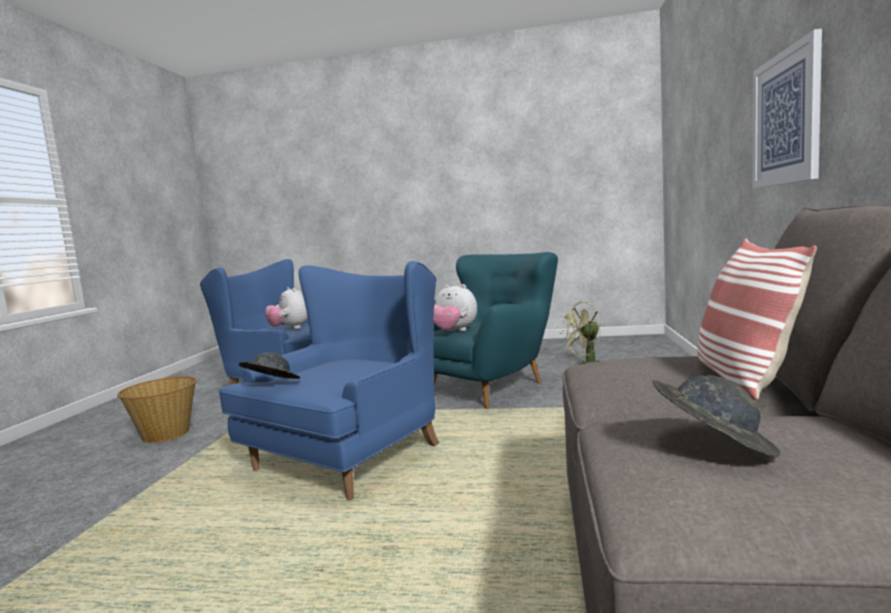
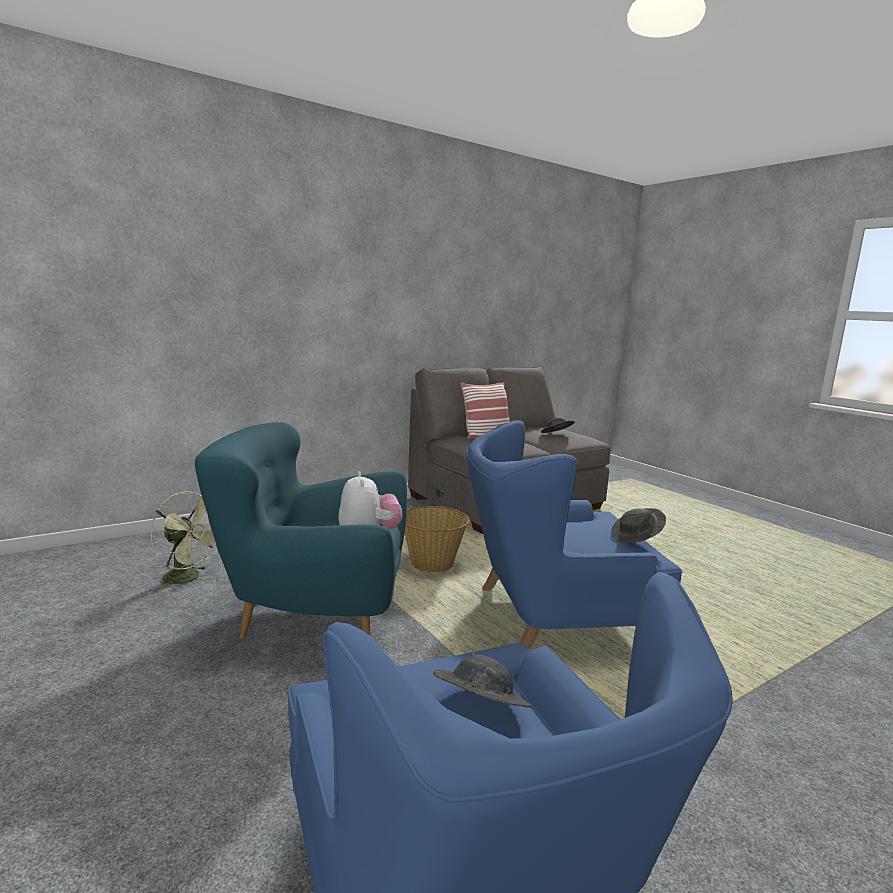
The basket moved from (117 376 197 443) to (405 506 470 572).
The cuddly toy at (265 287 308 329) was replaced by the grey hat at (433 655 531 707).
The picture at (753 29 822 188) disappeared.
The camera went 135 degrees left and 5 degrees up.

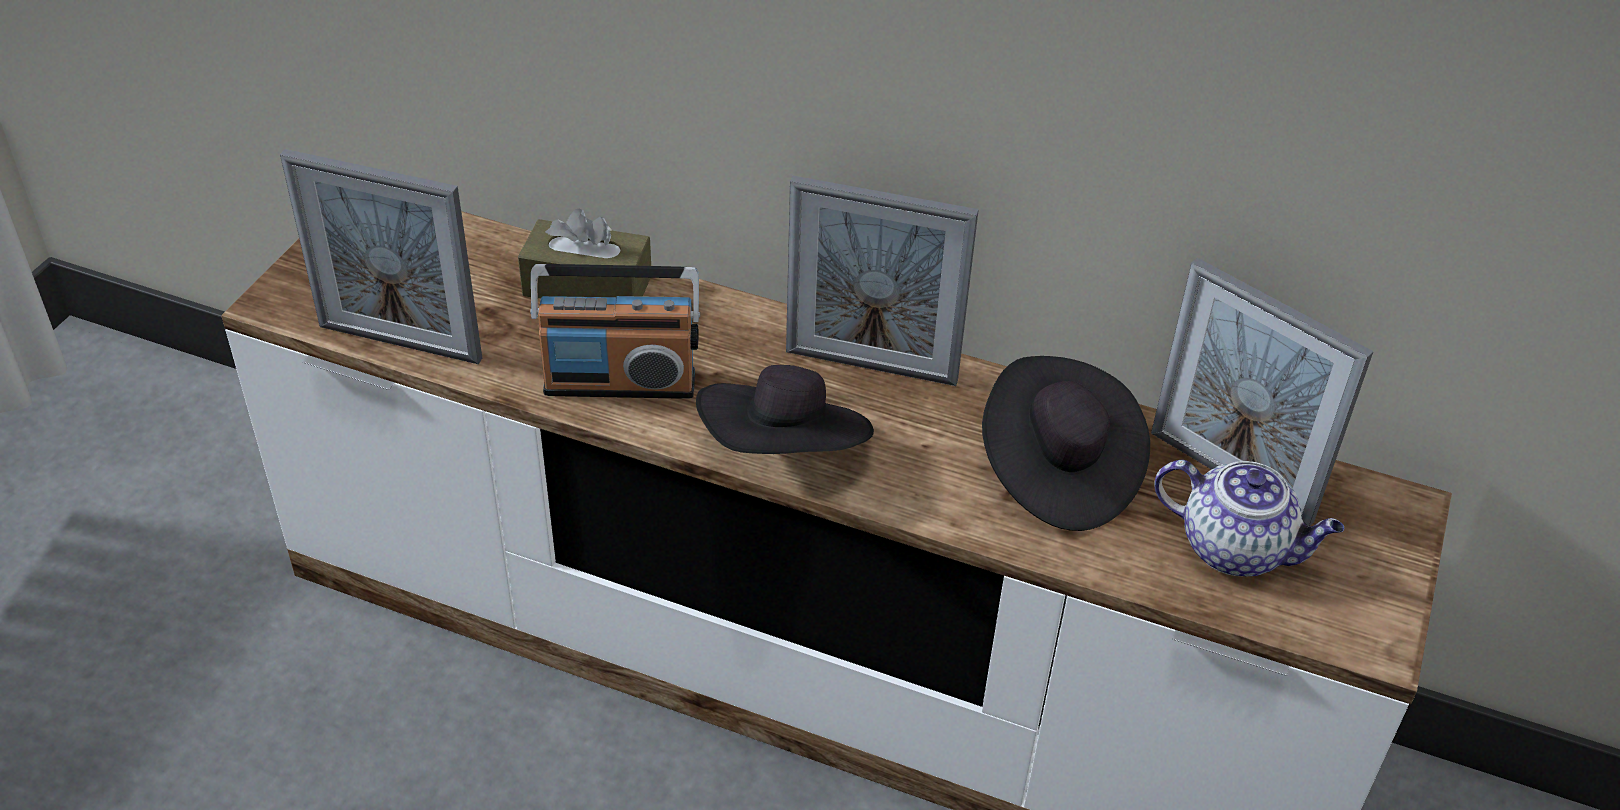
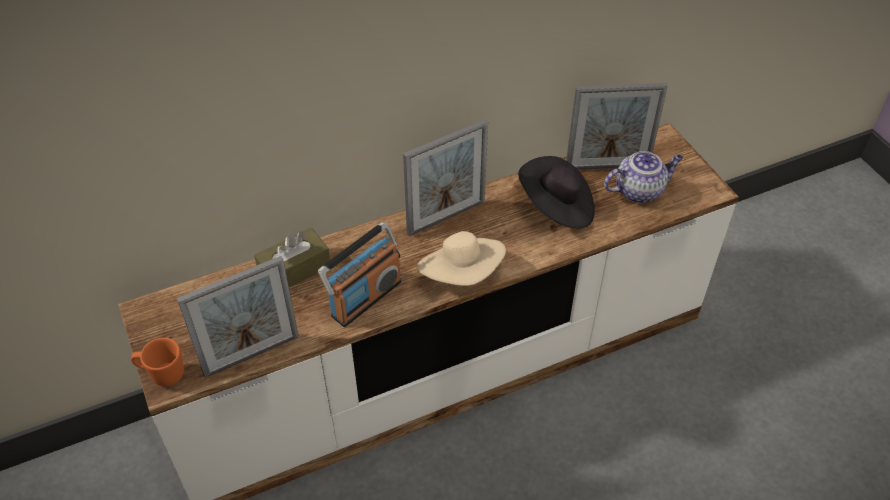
The black hat at (696 365 874 454) became the beige-coloured hat at (417 231 506 286).
The orange tea mug at (131 338 184 386) appeared.
The camera went 45 degrees left and 5 degrees up.

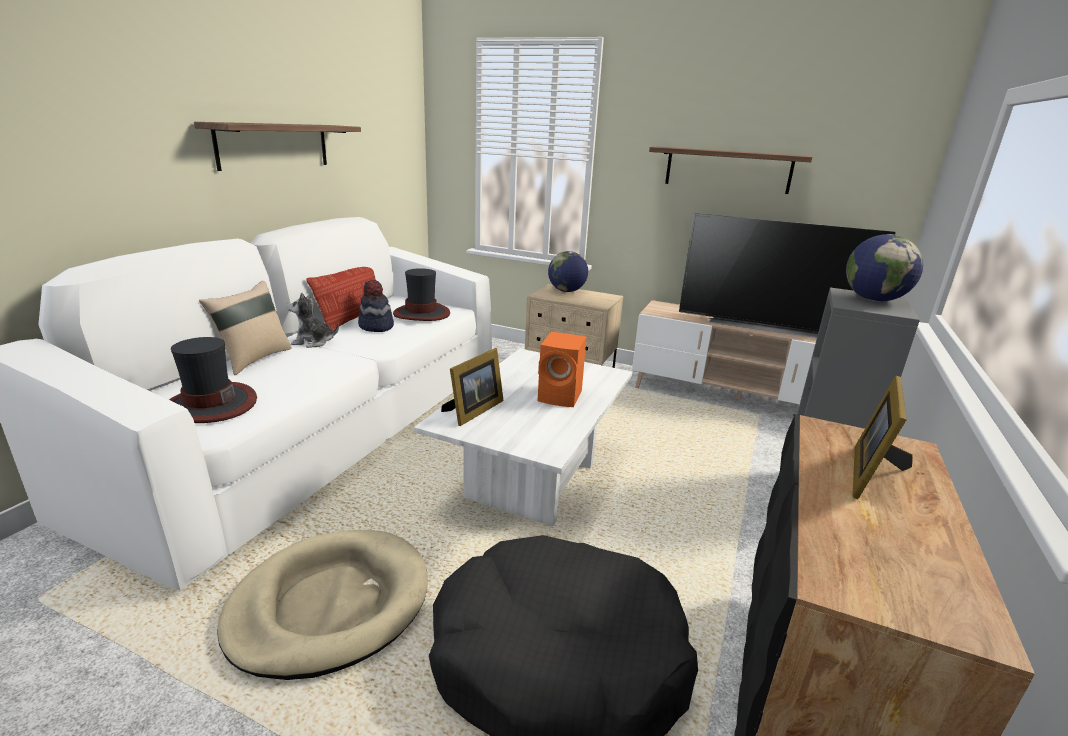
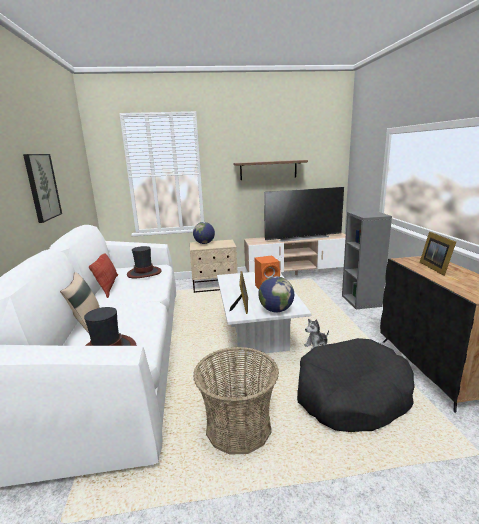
The shelf at (194 122 361 171) was replaced by the picture at (23 154 62 223).
The beige-coloured pet bed at (218 530 428 680) was replaced by the basket at (193 347 279 455).
The cuddly toy moved from (287 292 339 348) to (304 319 329 350).
The hat at (358 280 394 332) disappeared.
The globe moved from (846 234 923 301) to (258 276 294 312).
The camera went 30 degrees left and 5 degrees down.

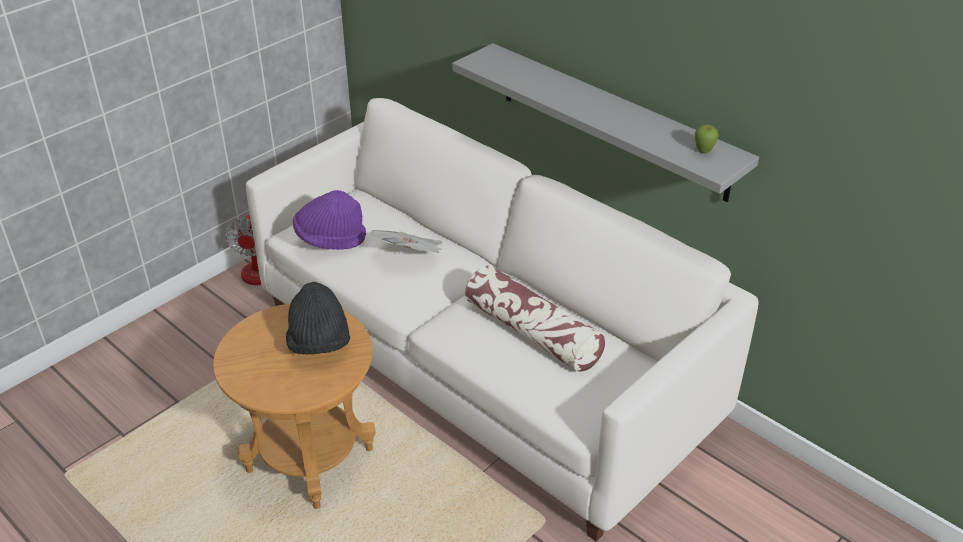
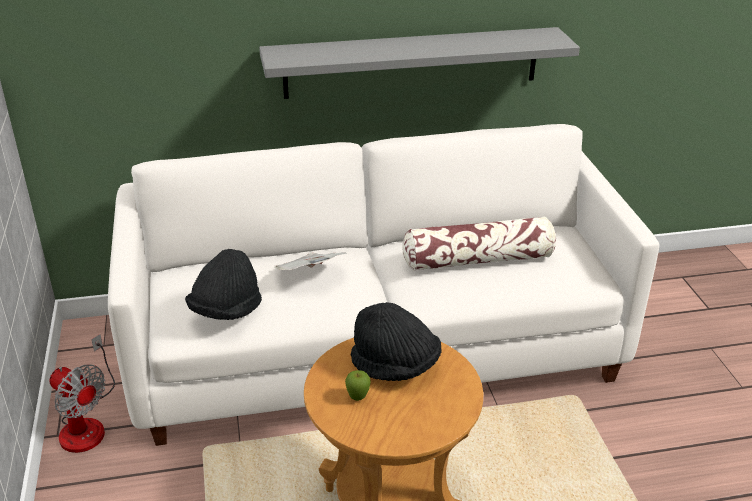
The purple-coloured hat at (293 190 366 250) became the black hat at (185 249 262 320).
The whole apple moved from (695 125 719 154) to (345 370 371 401).
The camera went 55 degrees left and 5 degrees down.

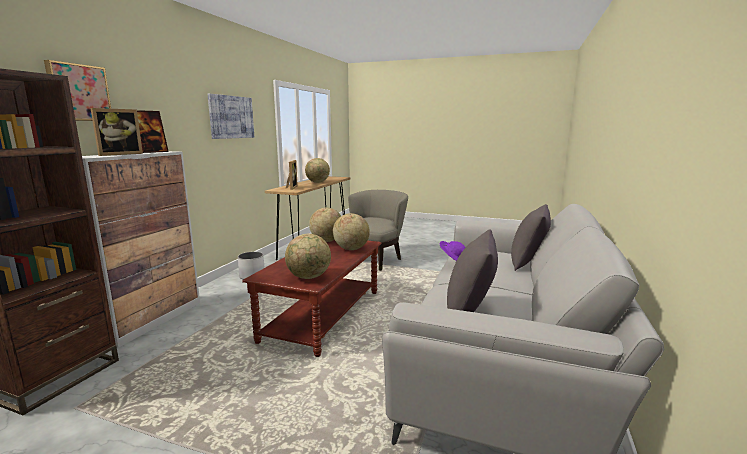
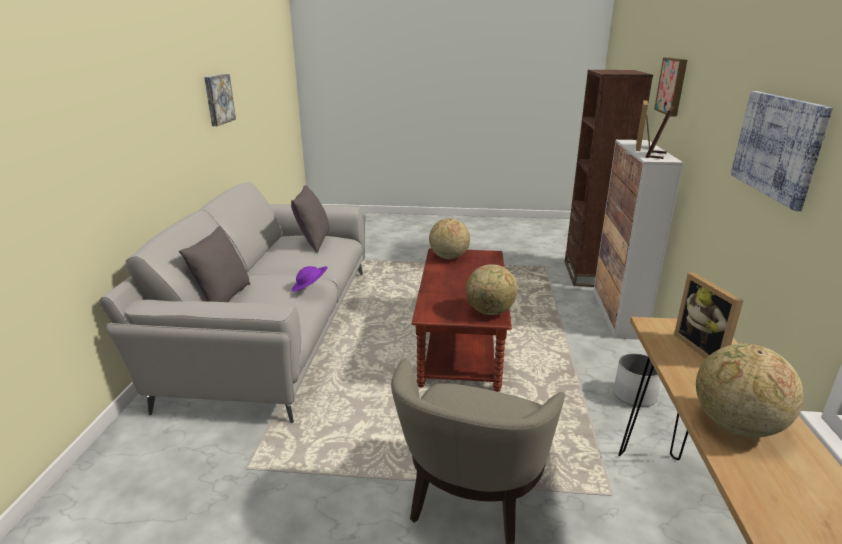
The globe at (333 213 370 250) disappeared.
The picture at (204 74 236 126) appeared.
The camera went 165 degrees right and 10 degrees up.

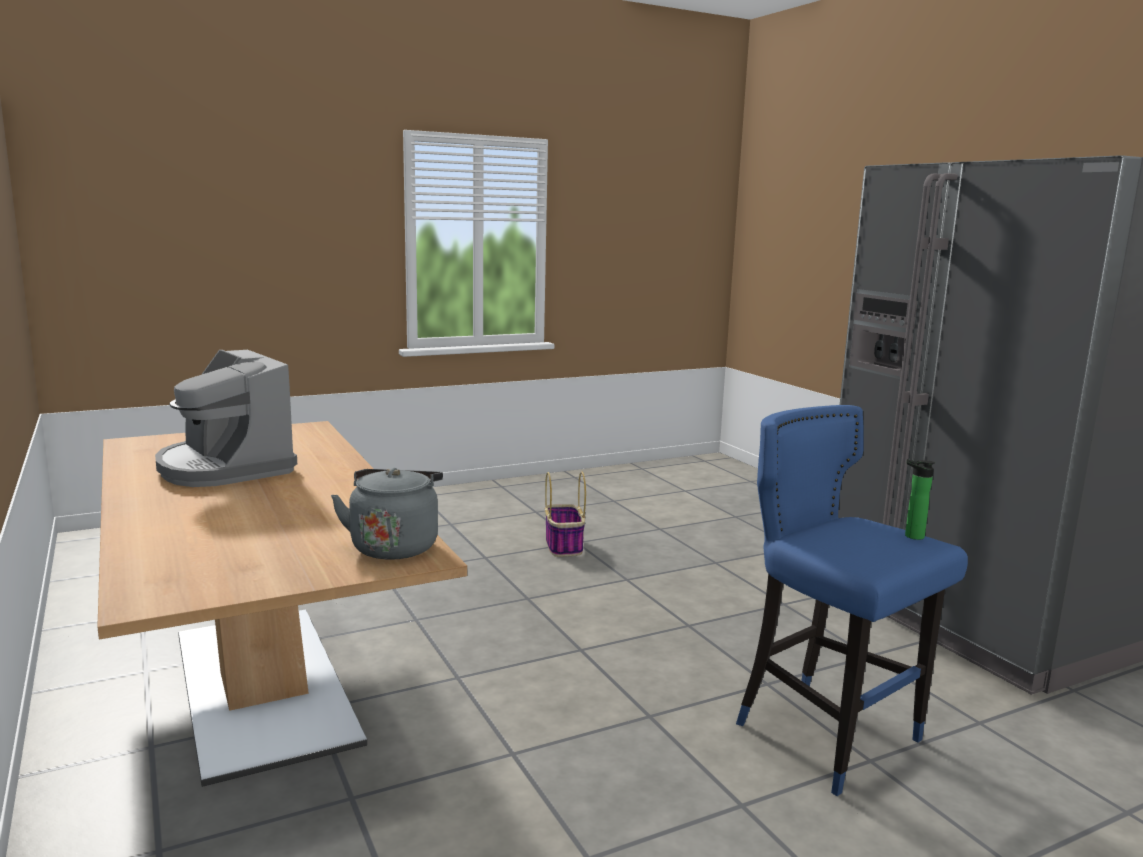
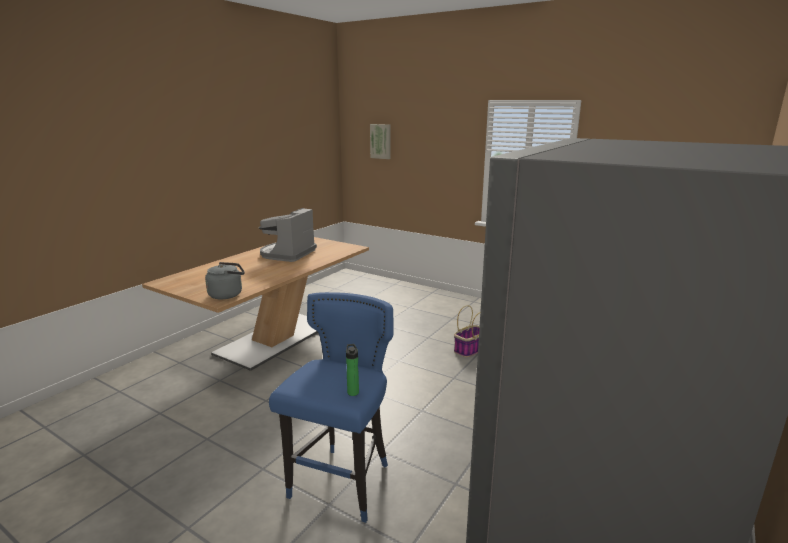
The picture at (370 124 391 159) appeared.
The camera went 60 degrees right and 5 degrees up.

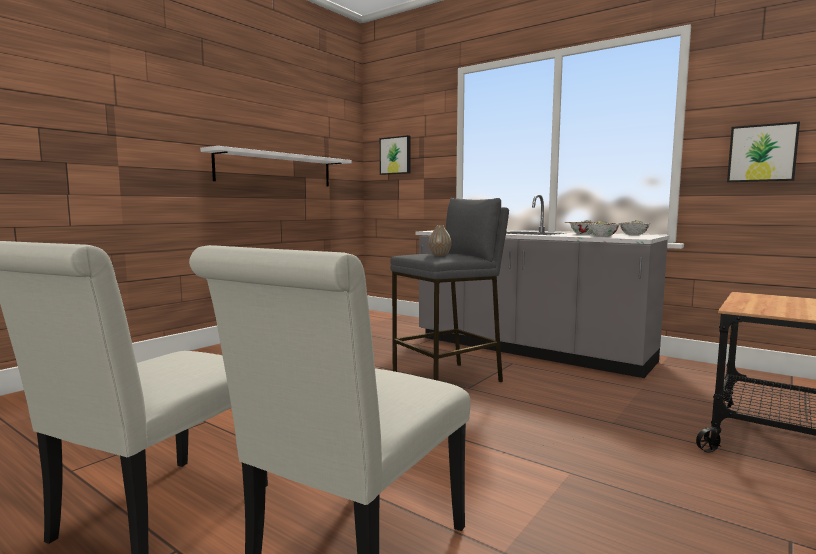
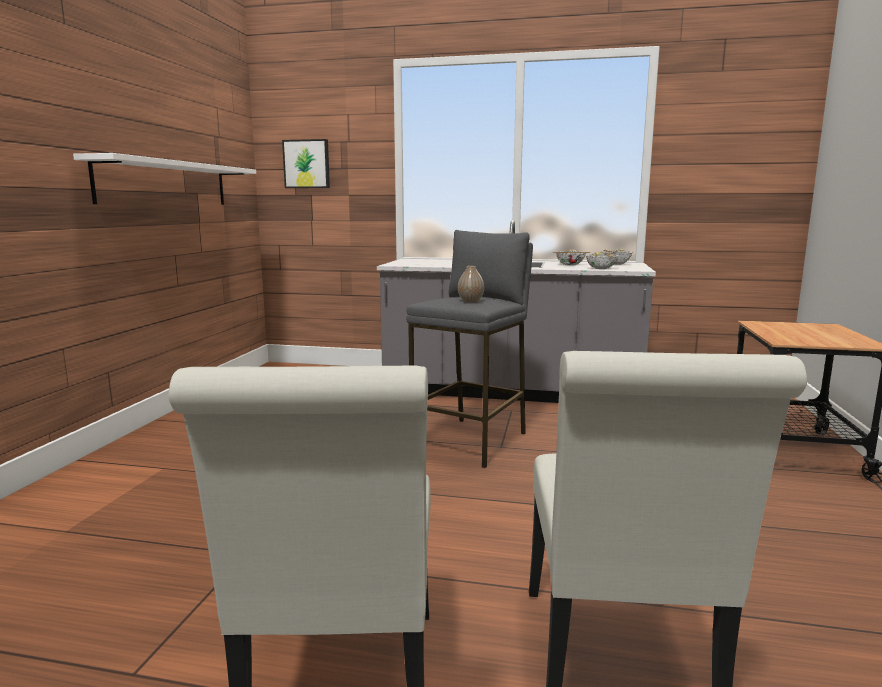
The picture at (727 122 800 182) disappeared.
The camera went 25 degrees left and 5 degrees up.

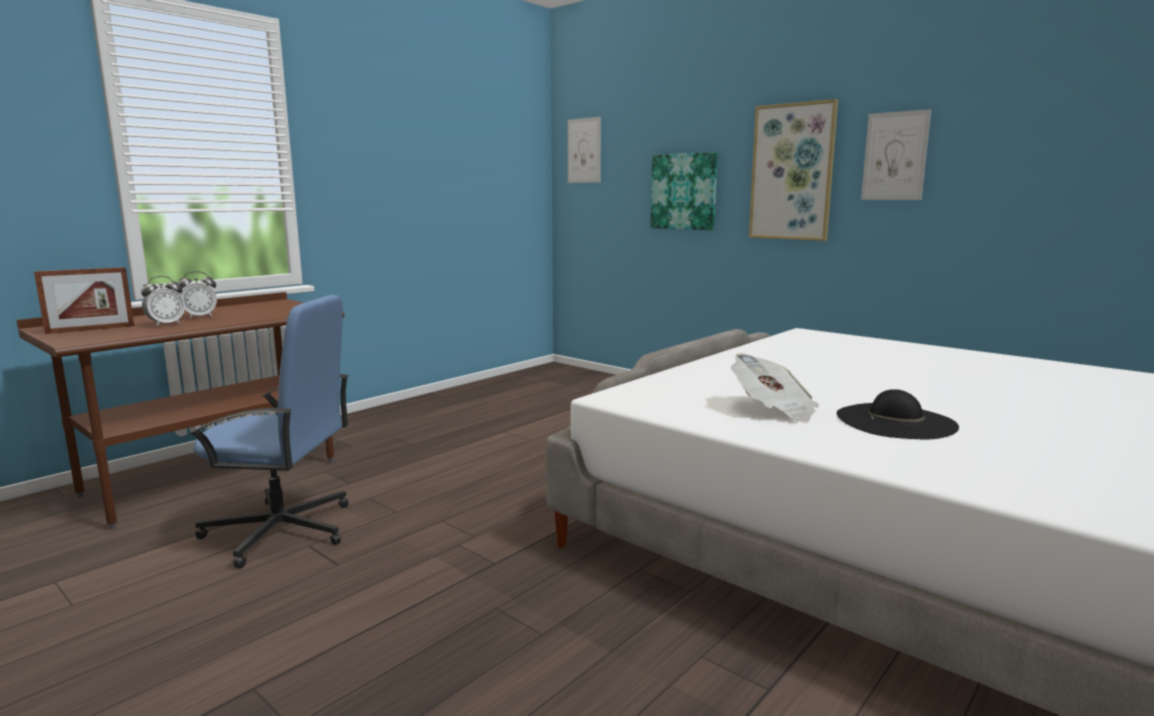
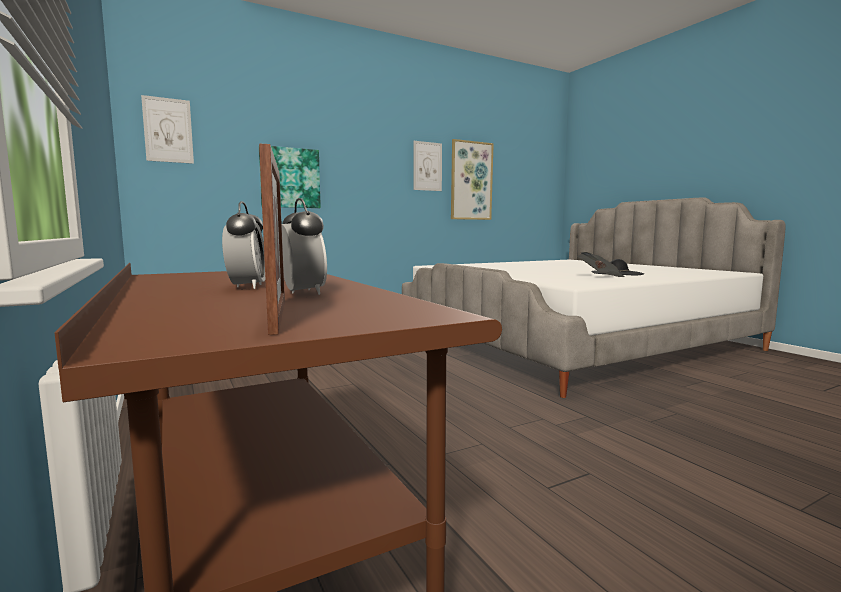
The blue desk chair at (189 295 349 568) disappeared.
The picture moved from (749 99 838 241) to (451 139 494 220).
The camera went 70 degrees left and 5 degrees down.

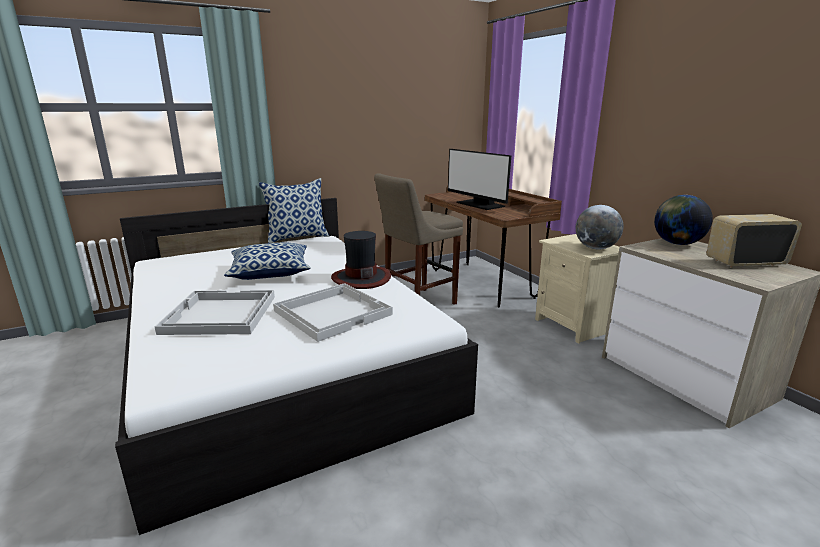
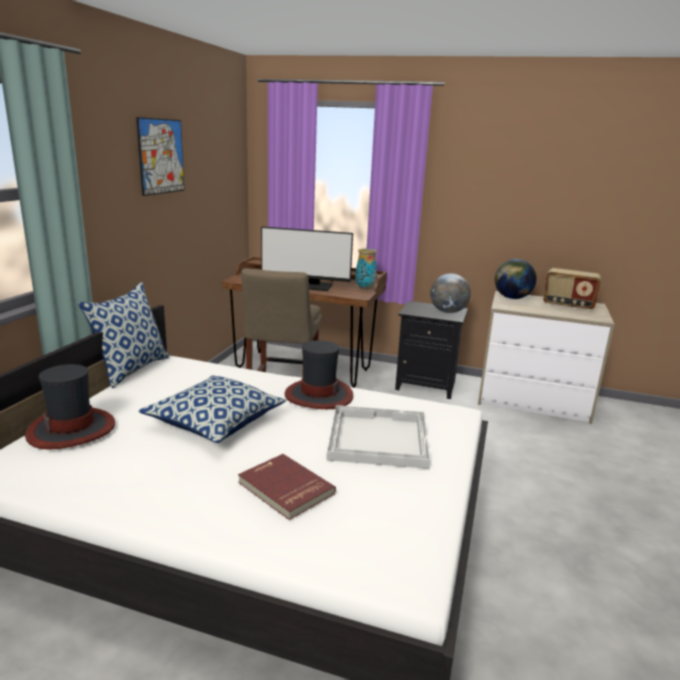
The whitish tray at (155 290 275 335) was replaced by the reddish volume at (238 454 336 520).
The beige-coloured bedside table at (535 234 619 344) became the black bedside table at (395 301 468 399).
The radio receiver at (707 214 802 268) turned 105 degrees counterclockwise.
The hat at (25 364 115 450) appeared.
The picture at (136 117 184 196) appeared.
The flower vase at (355 249 377 290) appeared.
The camera went 45 degrees left and 0 degrees up.

